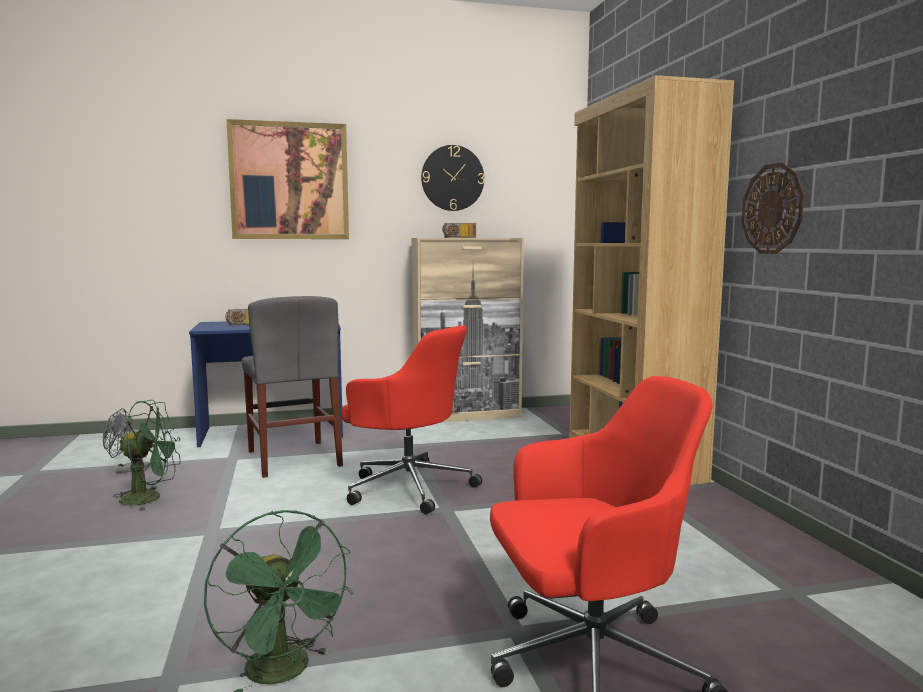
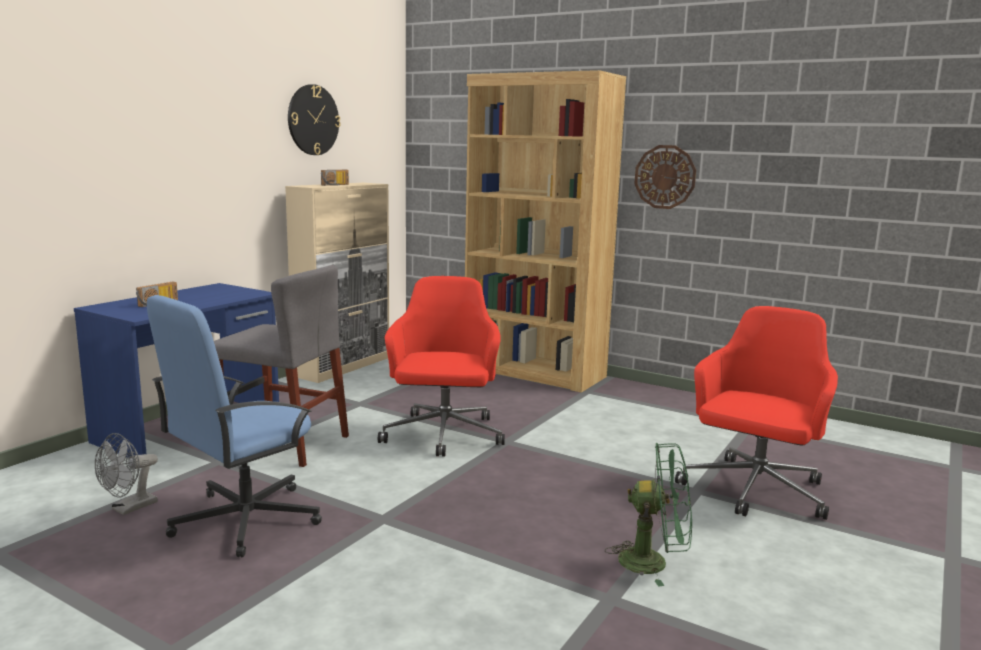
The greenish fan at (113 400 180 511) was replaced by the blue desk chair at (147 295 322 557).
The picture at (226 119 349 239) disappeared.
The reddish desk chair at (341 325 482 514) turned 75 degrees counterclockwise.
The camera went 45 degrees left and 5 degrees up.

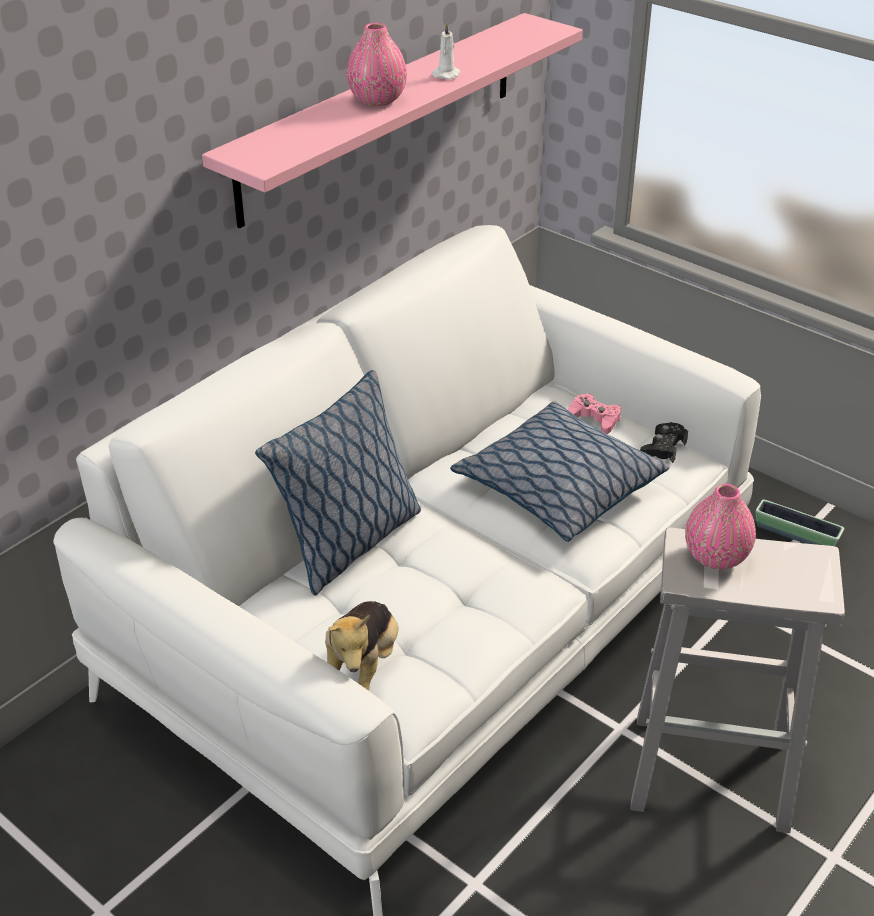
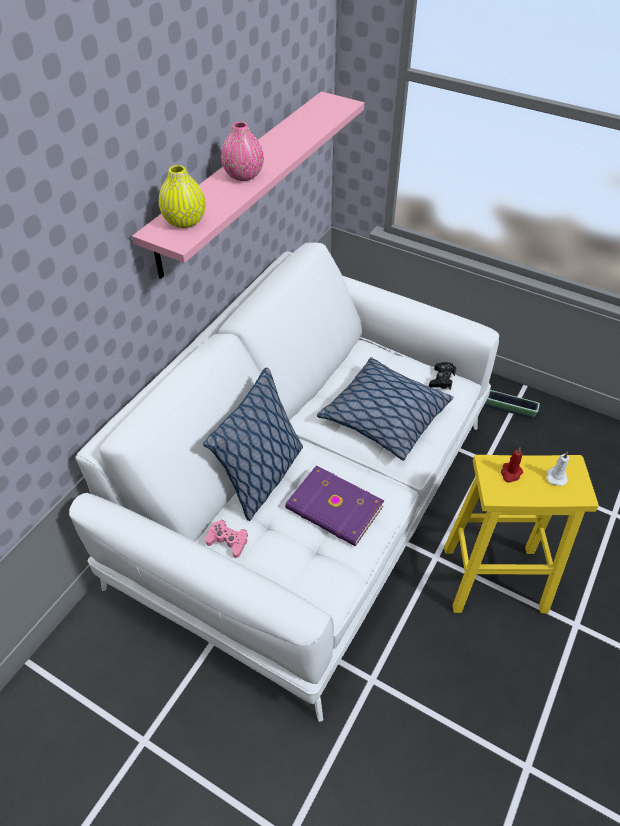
The cuddly toy at (325 601 399 691) disappeared.
The whitish wax light moved from (432 23 460 80) to (546 452 569 486).
The pinkish gamepad moved from (568 393 621 434) to (205 520 248 558).
The whitish stool at (630 527 845 833) became the yellow-coloured stool at (444 455 598 613).
The pinkish flower vase at (685 484 756 569) was replaced by the reddish wax light at (501 447 523 483).
The yellow-coloured flower vase at (159 165 206 228) appeared.
The purple-coloured volume at (285 465 384 546) appeared.
The camera went 10 degrees left and 10 degrees up.

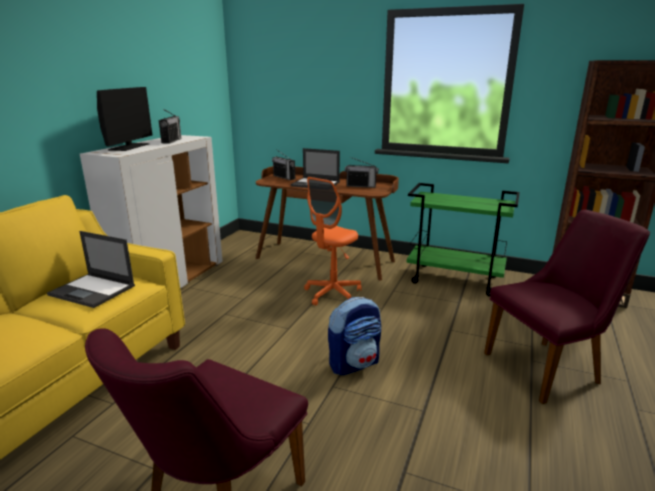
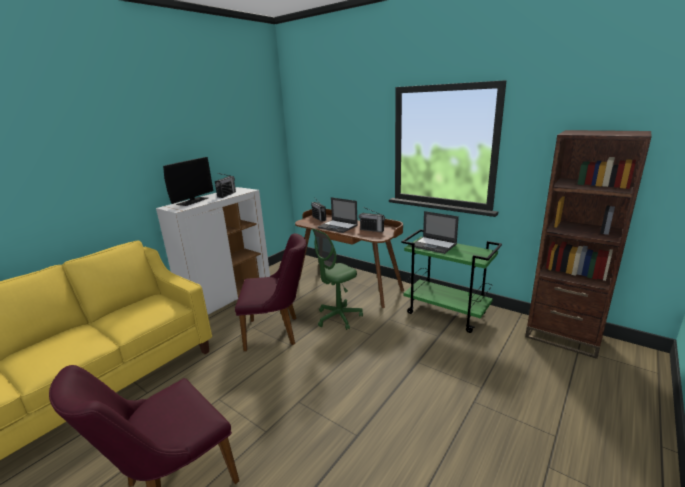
The notebook computer moved from (47 231 135 308) to (411 211 459 254).
The orange desk chair at (304 177 362 306) became the greenish desk chair at (312 228 363 330).
The rucksack at (328 297 381 375) disappeared.
The purple-coloured upright chair moved from (484 210 650 404) to (235 233 306 351).
The camera went 15 degrees right and 0 degrees up.

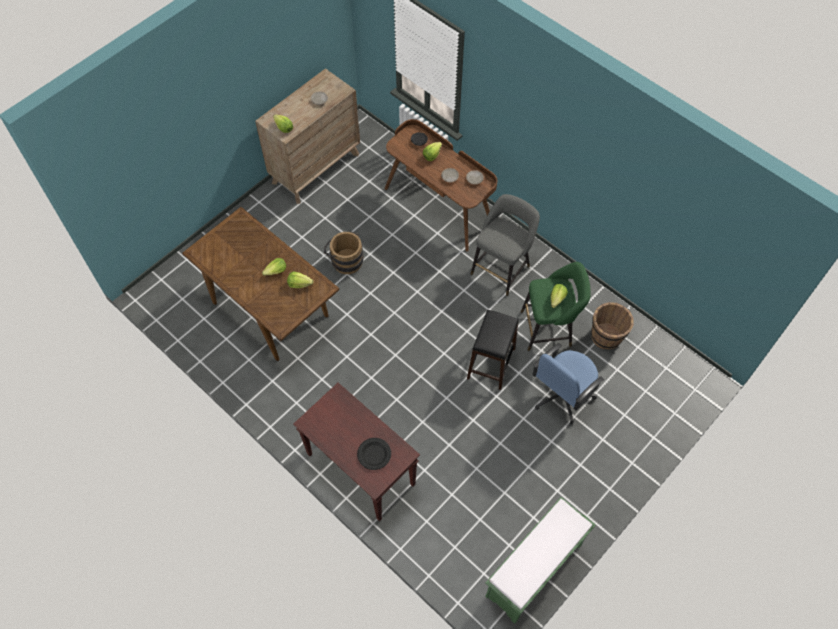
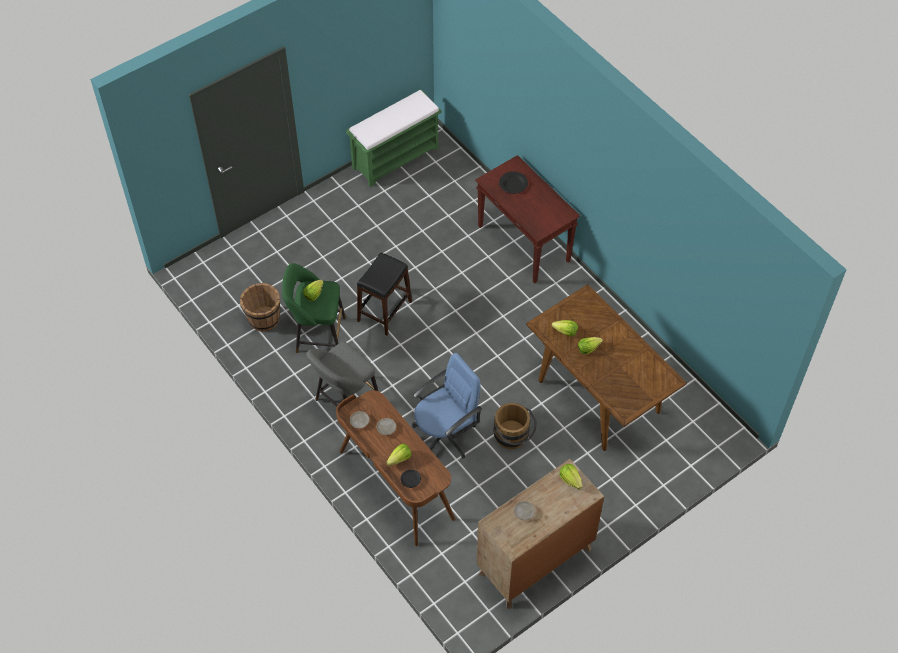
The blue desk chair moved from (532 343 604 424) to (412 353 482 458).
The camera went 170 degrees left and 5 degrees down.

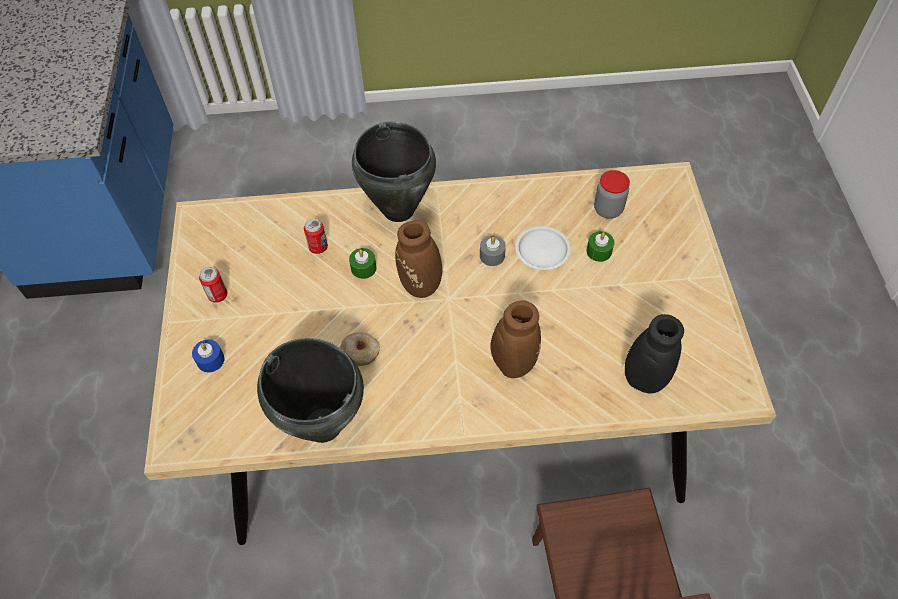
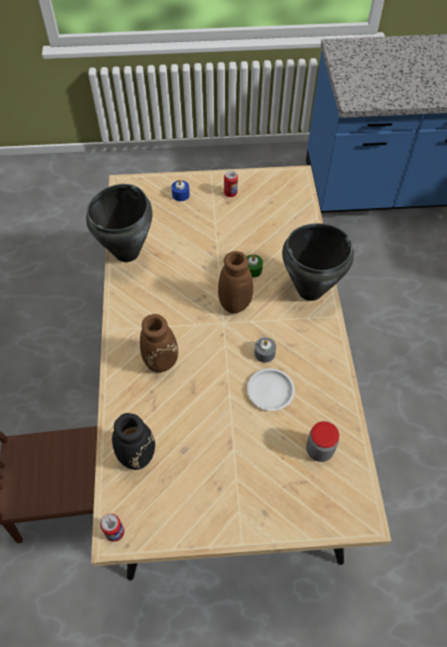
The can moved from (304 219 328 254) to (100 514 124 542).
The ring doughnut at (340 332 380 366) disappeared.
The greenish wax light at (586 231 614 262) disappeared.
The camera went 90 degrees right and 0 degrees up.

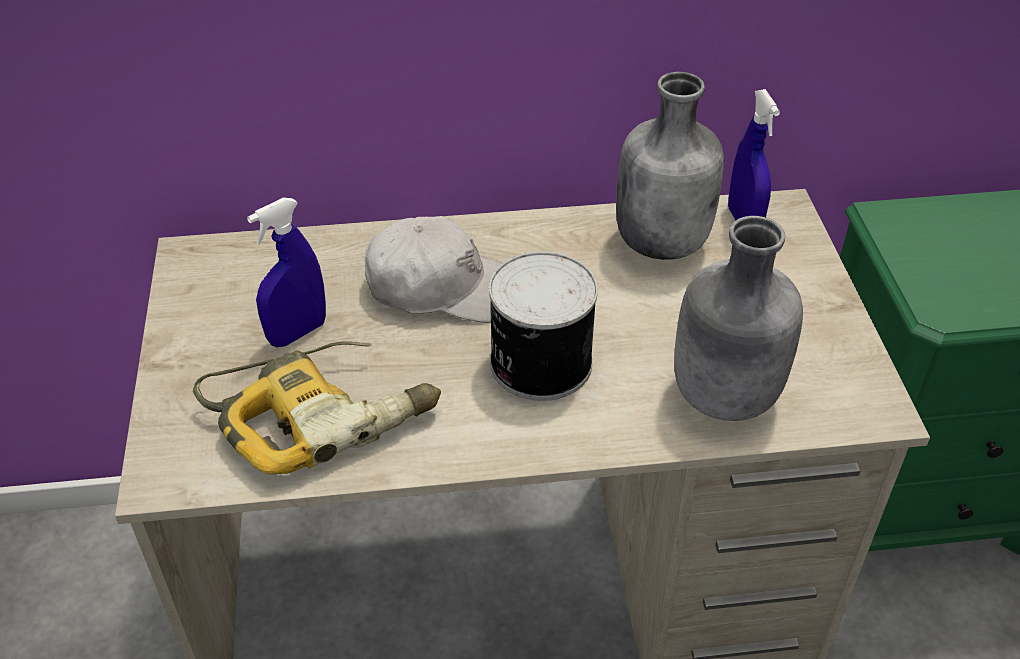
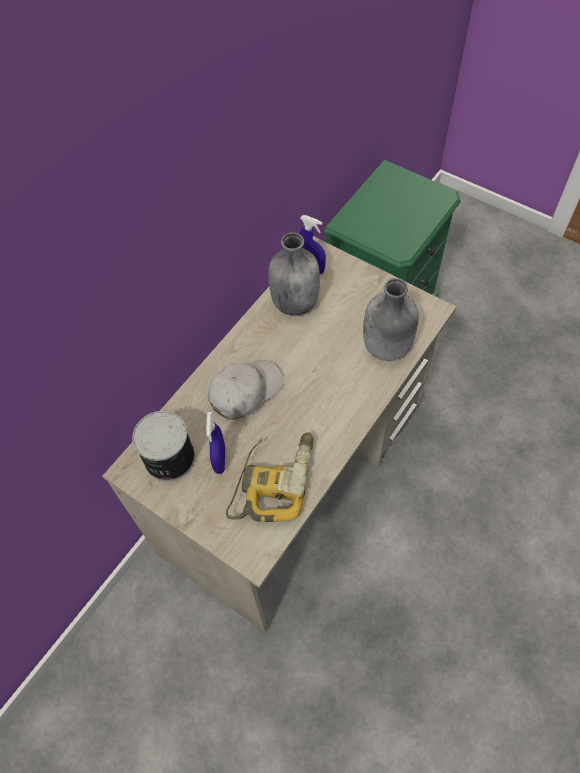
The can moved from (489 252 598 401) to (132 411 195 481).
The camera went 45 degrees left and 15 degrees up.

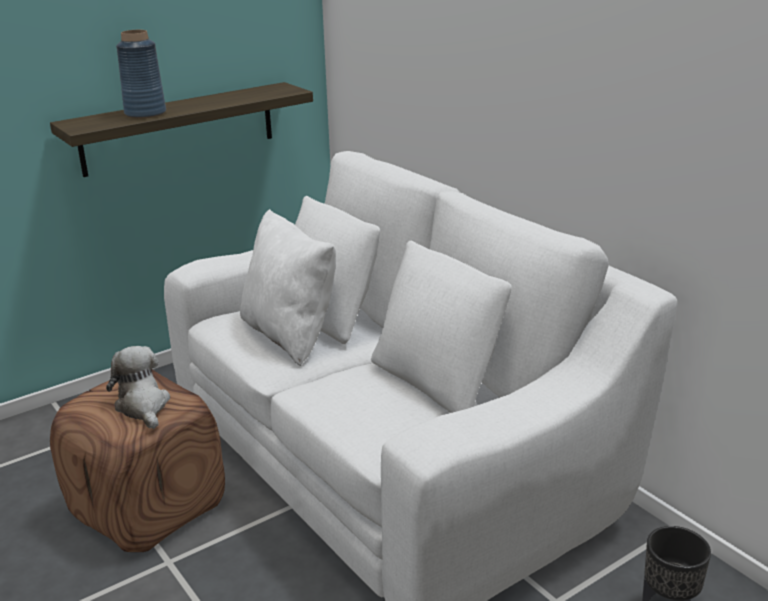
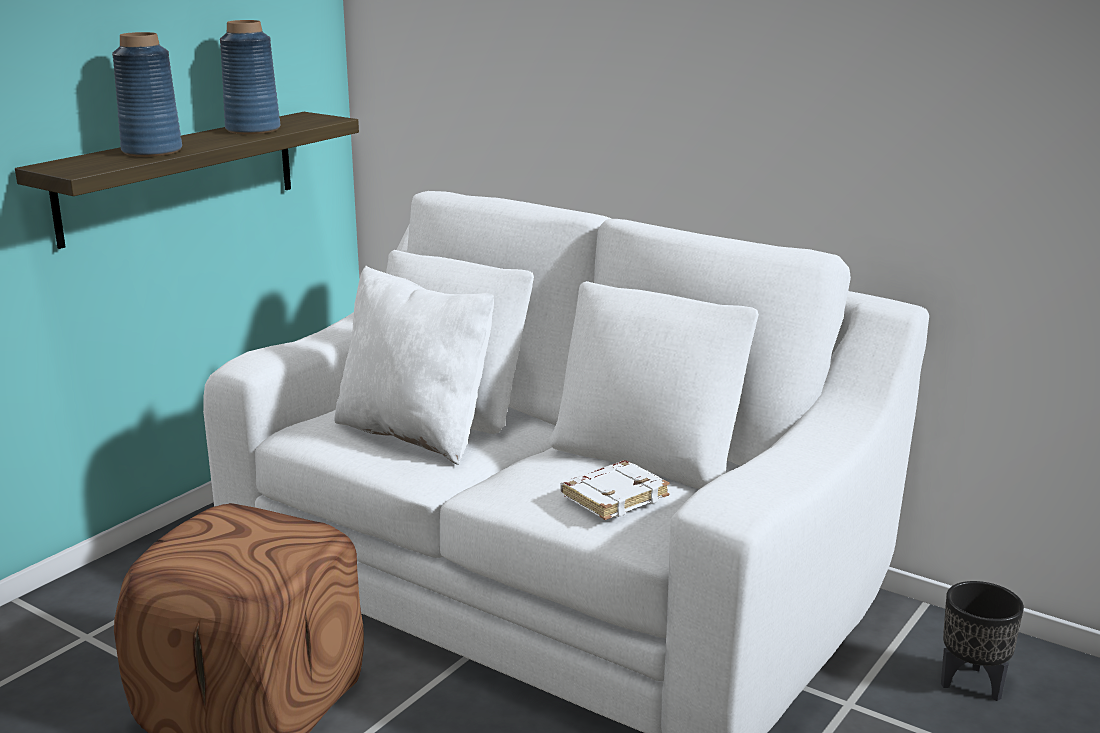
The cuddly toy at (106 346 170 429) disappeared.
The blue flower vase at (220 20 280 134) appeared.
The whitish volume at (560 460 670 520) appeared.
The camera went 20 degrees left and 5 degrees down.

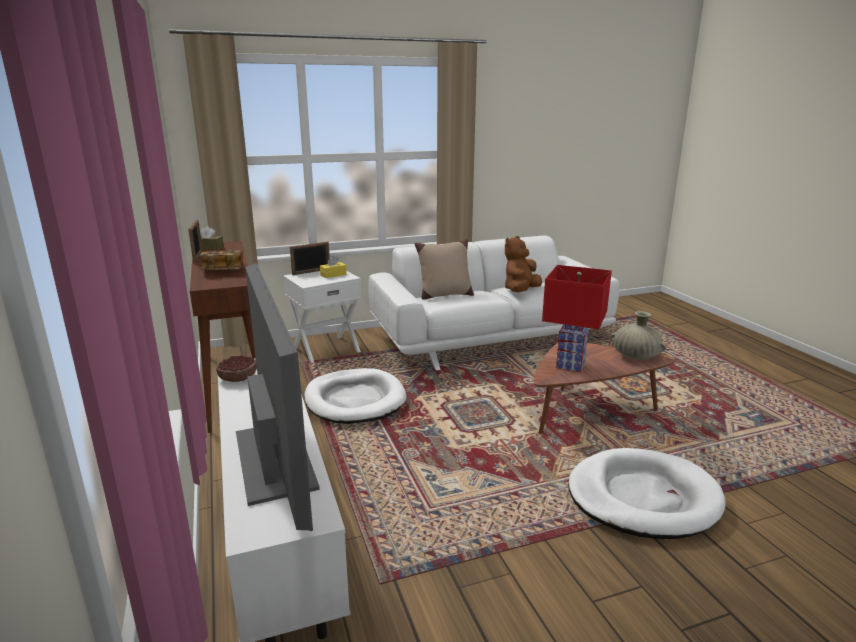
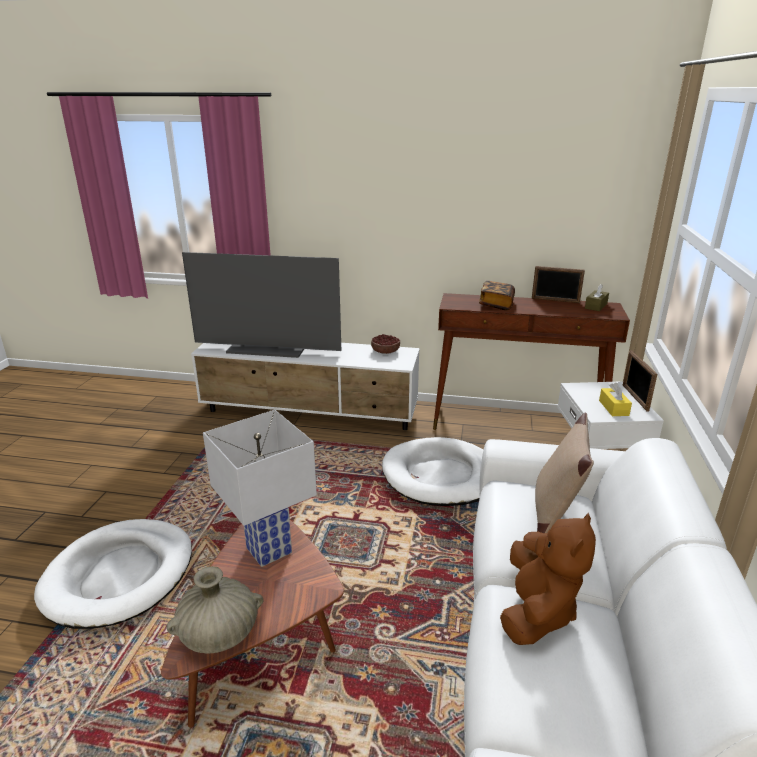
The brown-coloured cuddly toy at (505 236 542 292) turned 45 degrees clockwise.
The reddish lamp for a table at (542 265 612 372) became the whitish lamp for a table at (203 410 317 567).
The camera went 120 degrees right and 5 degrees up.

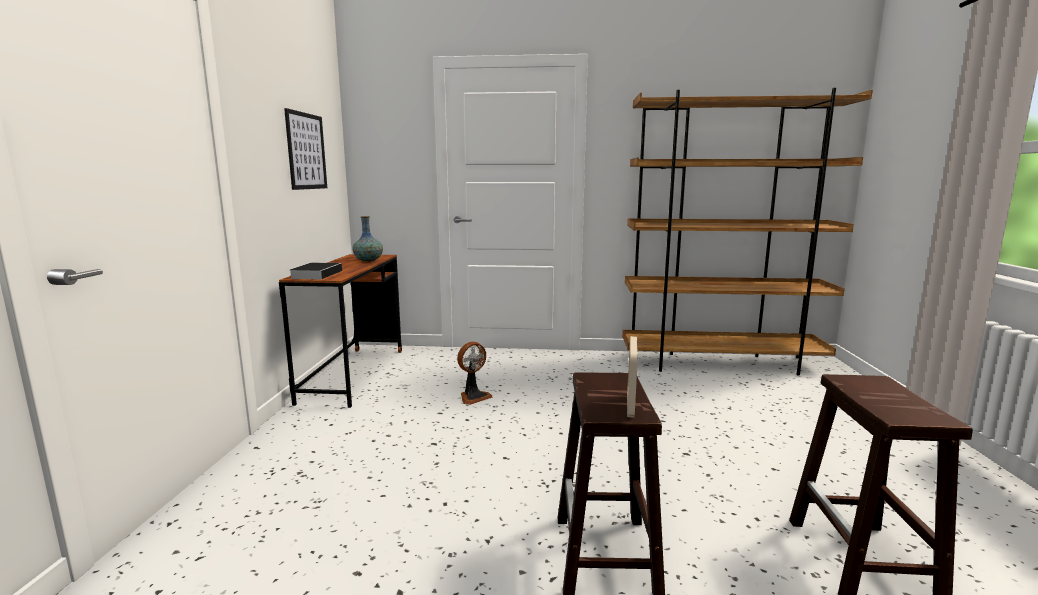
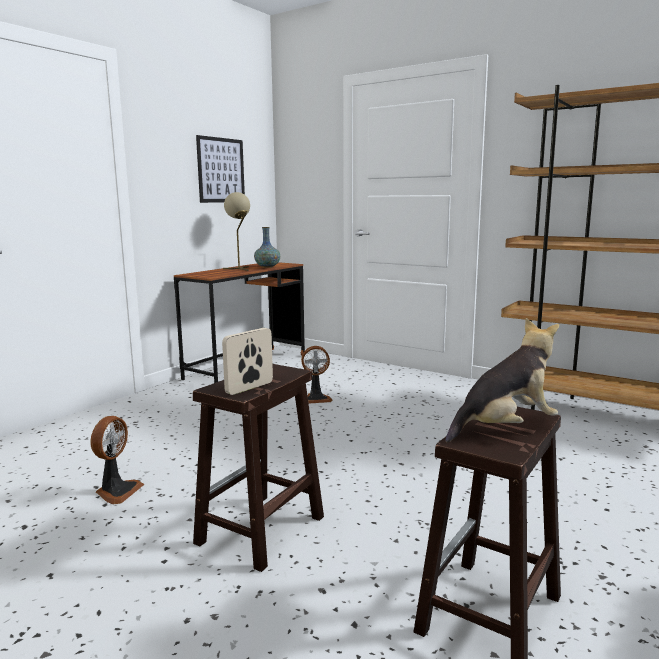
The volume at (290 263 342 279) disappeared.
The fan at (90 416 144 504) appeared.
The beige-coloured lamp for a table at (223 192 250 271) appeared.
The cuddly toy at (446 318 559 443) appeared.
The camera went 30 degrees right and 0 degrees up.

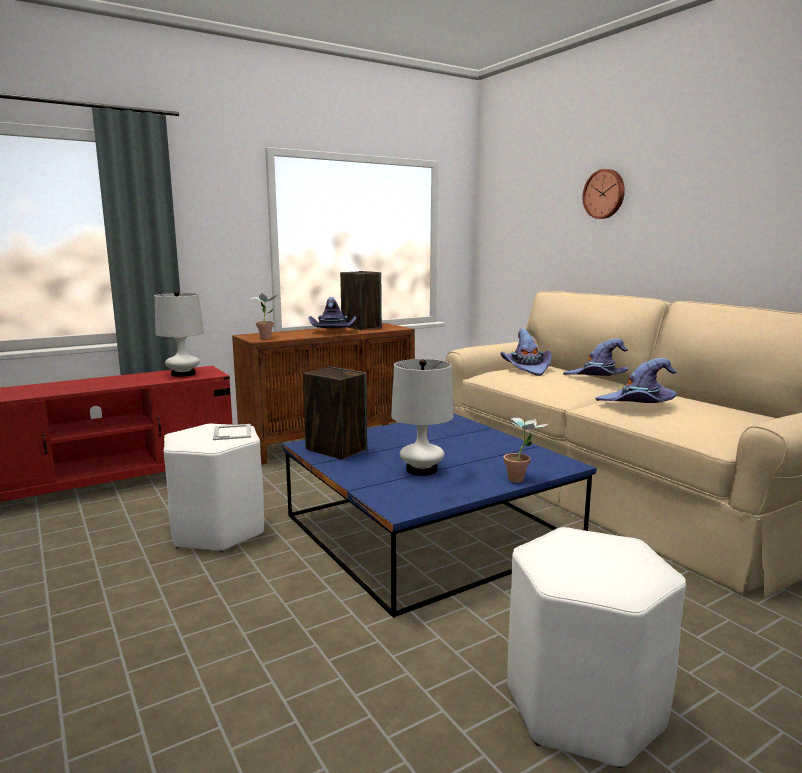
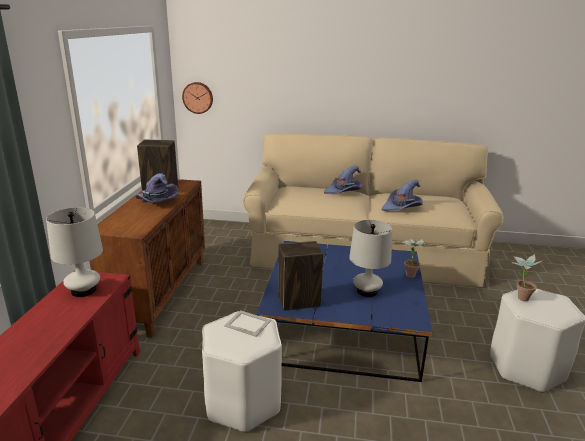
The houseplant moved from (250 291 278 339) to (511 254 542 301).
The purple-coloured hat at (500 329 552 376) disappeared.
The hanging clock moved from (582 169 625 219) to (182 82 213 114).
The camera went 50 degrees left and 10 degrees up.

